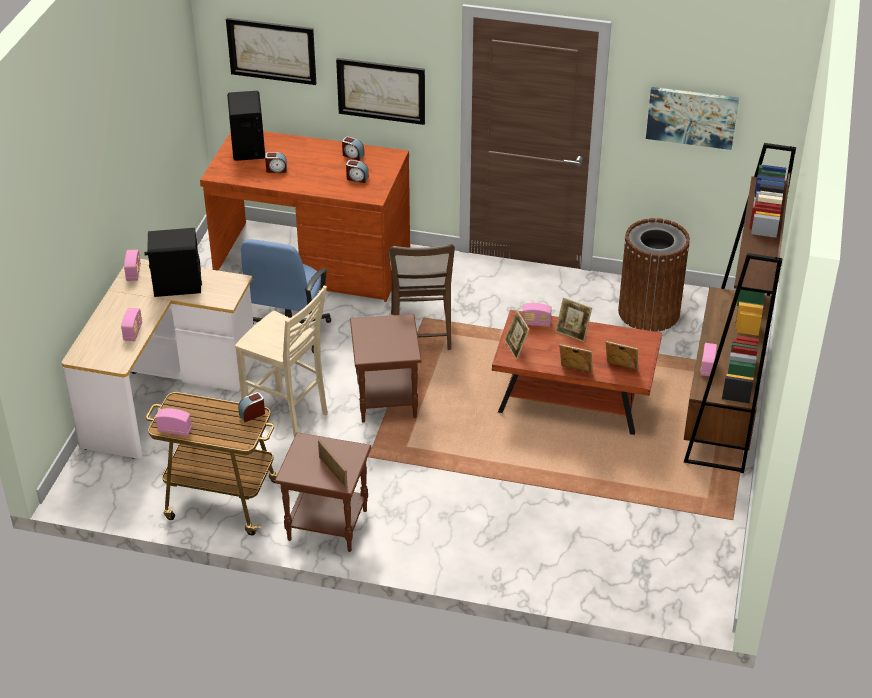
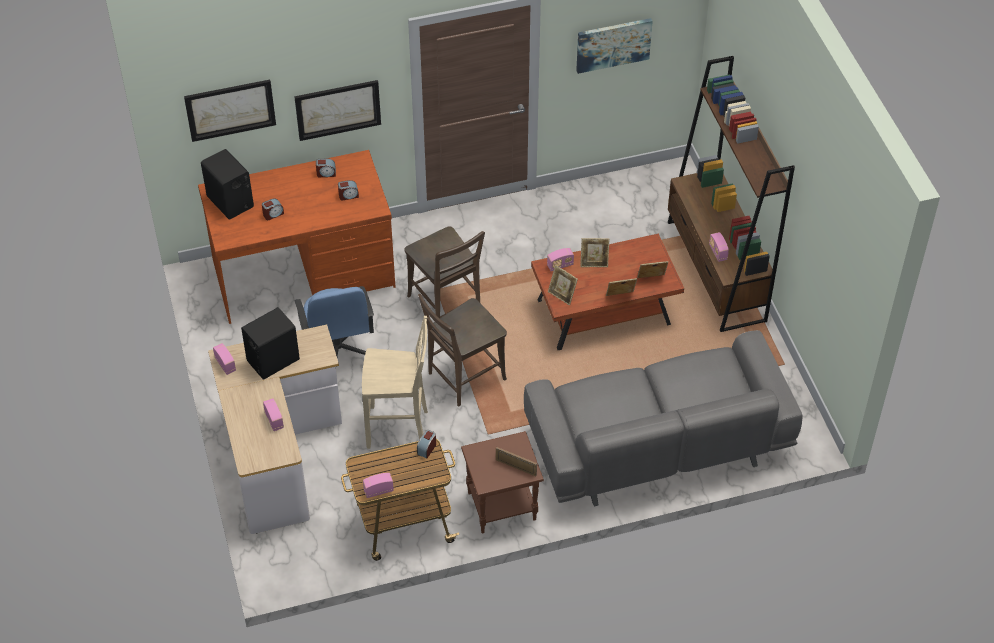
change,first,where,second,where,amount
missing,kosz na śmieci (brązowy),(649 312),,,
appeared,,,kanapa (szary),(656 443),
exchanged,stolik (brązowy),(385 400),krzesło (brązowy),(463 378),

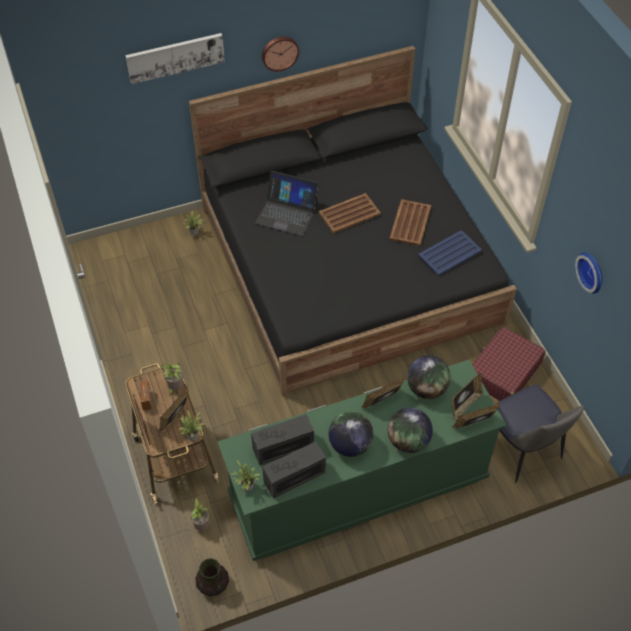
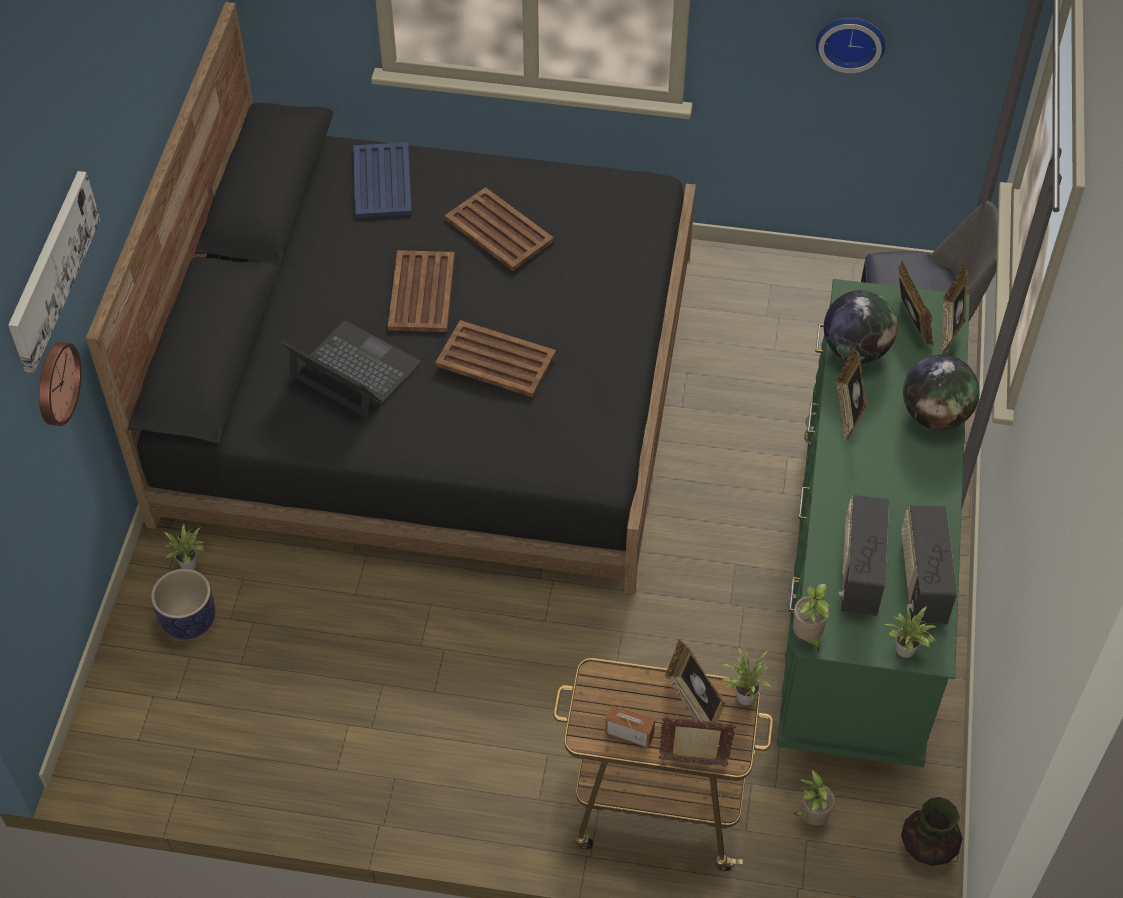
change,first,where,second,where,amount
missing,globus,(350 445),,,
missing,walizka (czerwony),(503 372),,,
appeared,,,donica,(188 621),
appeared,,,taca (brązowy),(496 360),
relocated,roślina doniczkowa,(175 388),,(807 637),
relocated,zegar ścienny,(279 52),,(55 383),
relocated,taca (niebieski),(450 253),,(382 180),
spun,laptop,(287 213),,(354 370),105 degrees counterclockwise

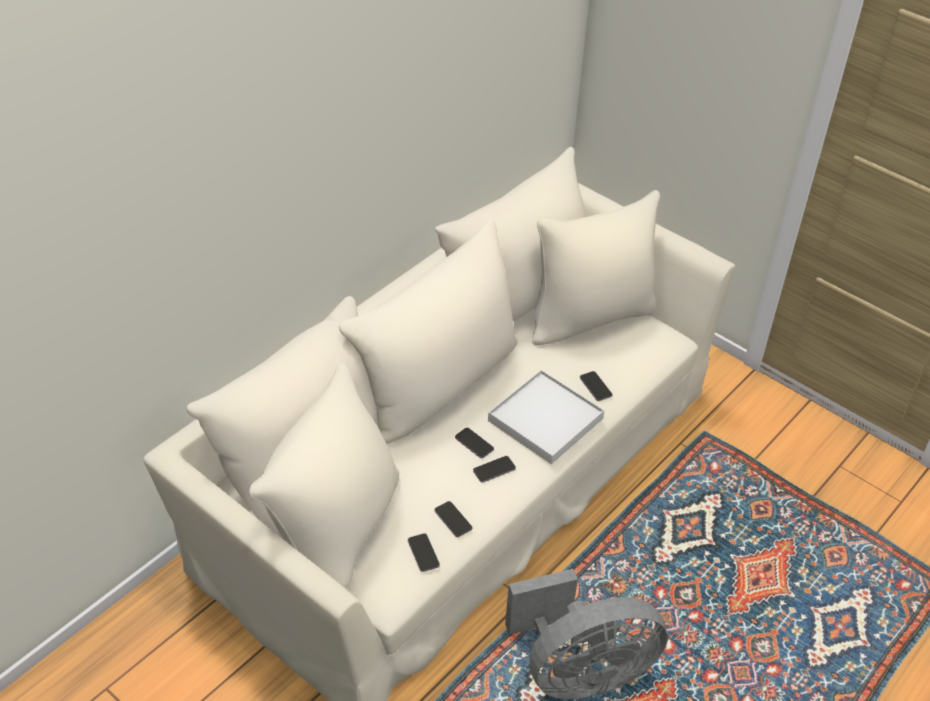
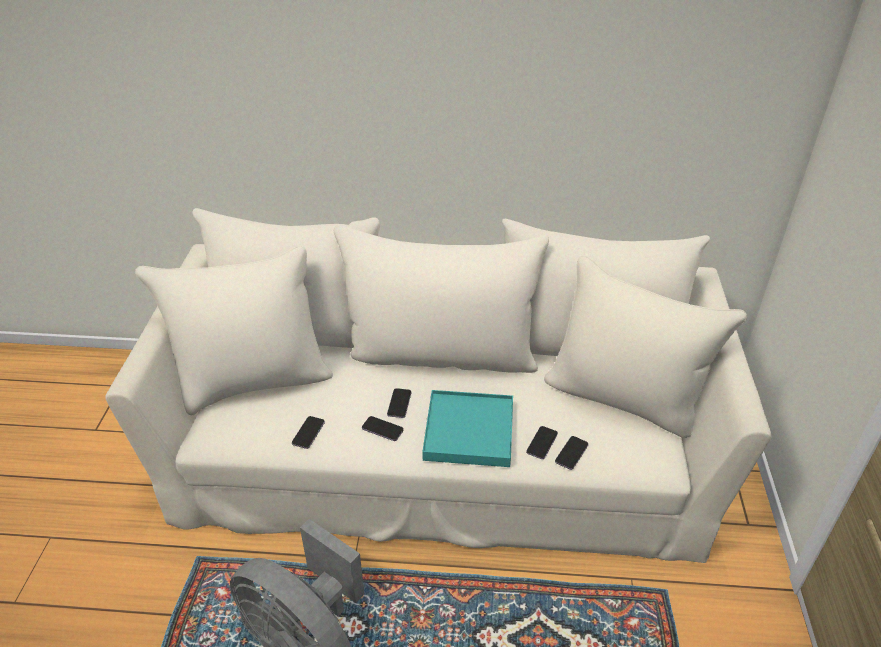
change,first,where,second,where,amount
relocated,telefon,(423 553),,(571 453),
colour,taca (biały),(546 419),taca (turkusowy),(469 431),

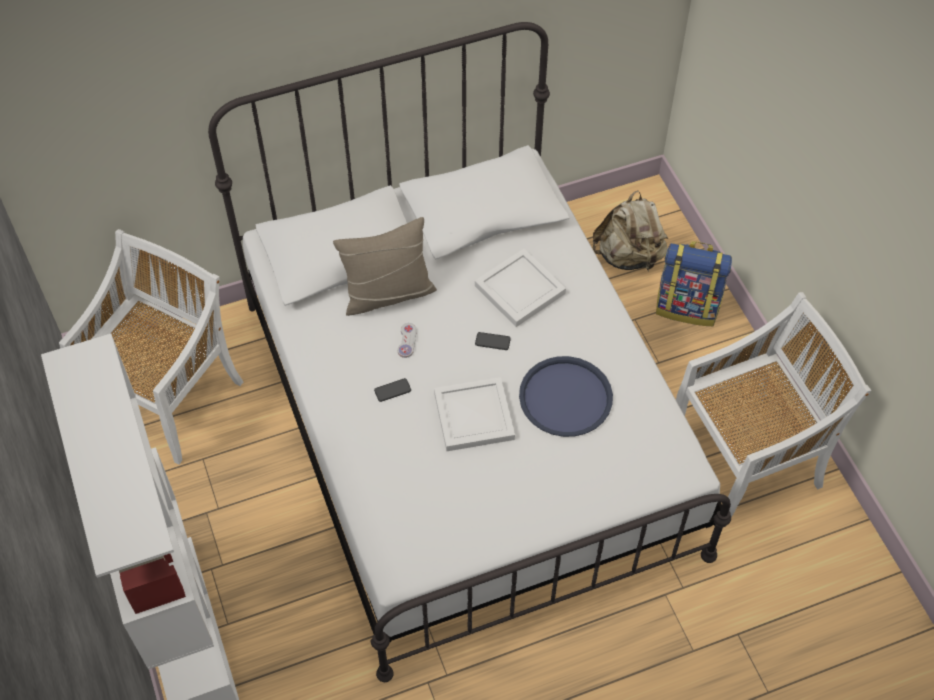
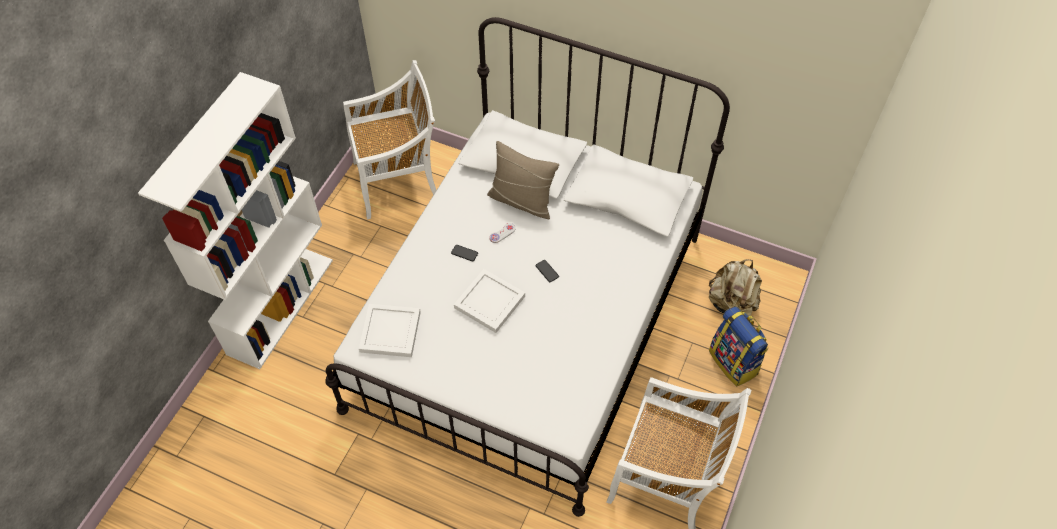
change,first,where,second,where,amount
missing,taca (niebieski),(565 397),,,
relocated,taca (biały),(519 291),,(389 332),

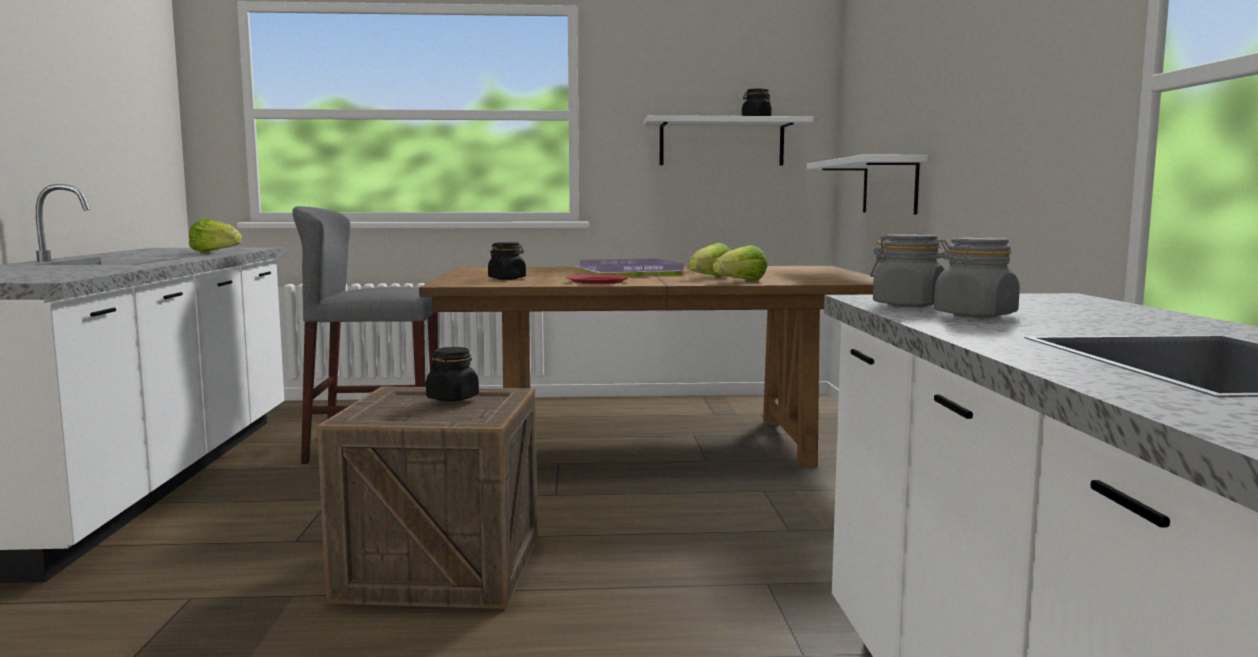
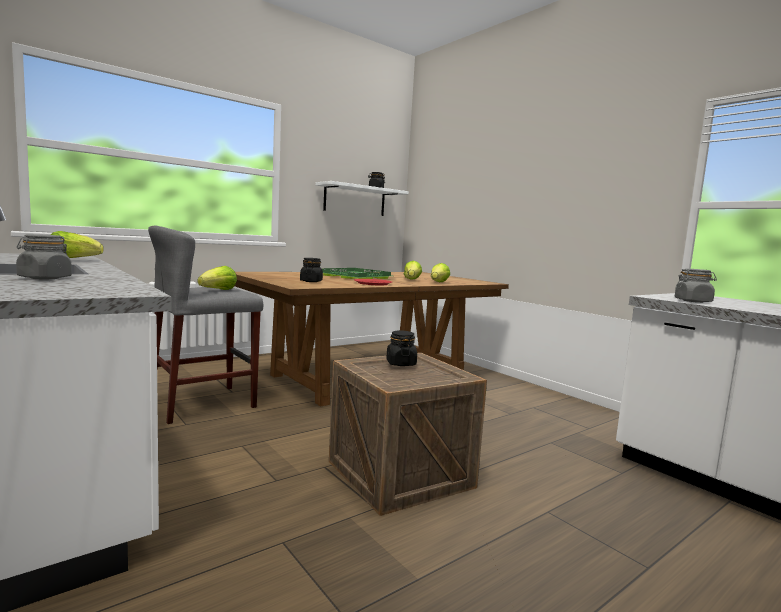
change,first,where,second,where,amount
missing,półka (biały),(889 186),,,
appeared,,,sałata,(218 290),
relocated,słoik (szary),(975 315),,(45 278),
colour,taca (fioletowy),(632 273),taca (zielony),(357 276),

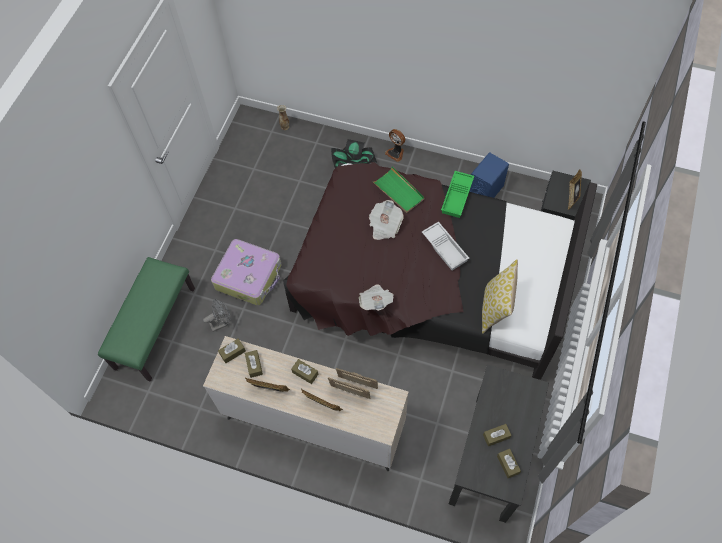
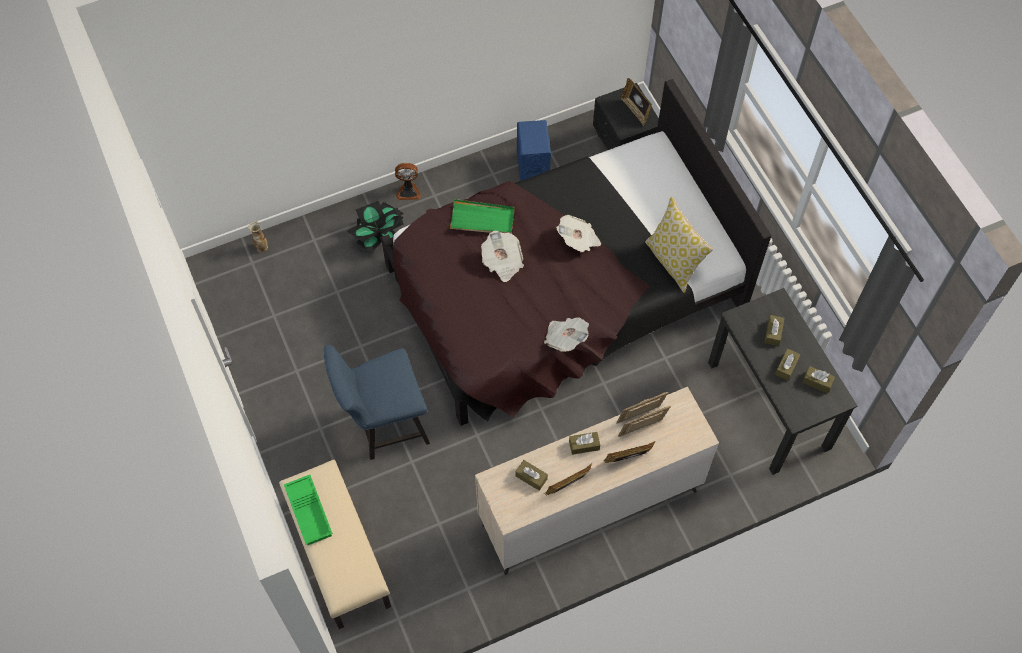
change,first,where,second,where,amount
missing,wentylator (szary),(222 323),,,
relocated,pudełko chusteczek (brązowy),(232 352),,(773 333),
relocated,taca (zielony),(457 197),,(310 512),
exchanged,walizka,(249 276),krzesło (niebieski),(384 425),
exchanged,taca (biały),(445 248),gazeta,(578 240),
colour,ławka (zielony),(155 327),ławka (beżowy),(338 554),

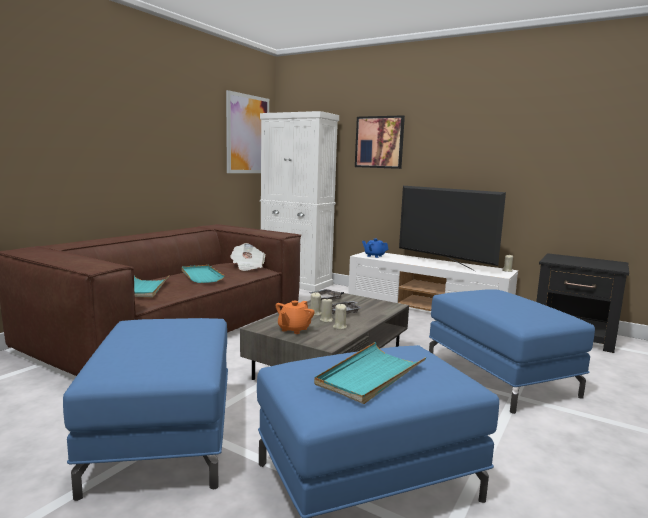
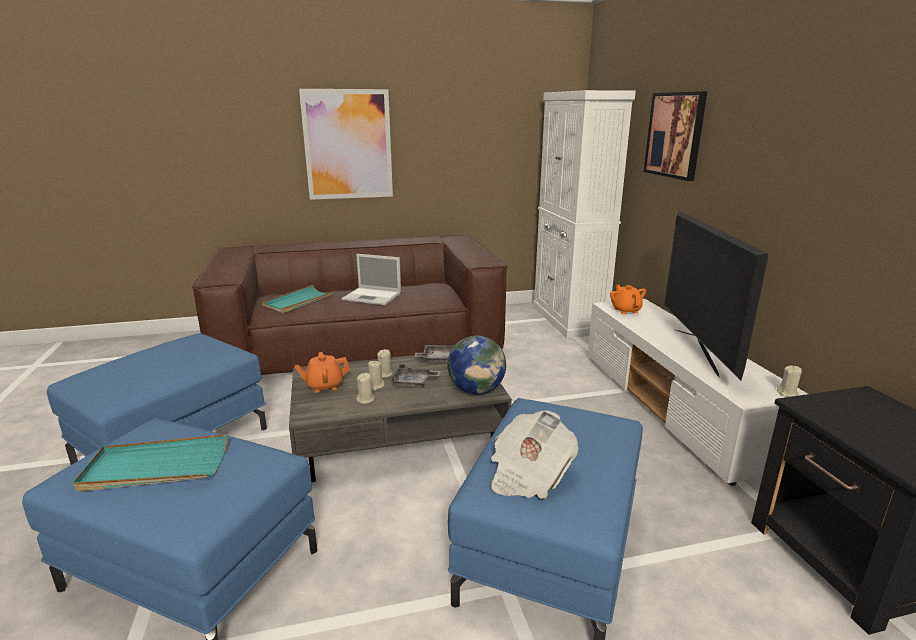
change,first,where,second,where,amount
appeared,,,globus,(476 390),
relocated,obraz,(247 134),,(348 145),
relocated,gazeta,(248 267),,(528 474),
exchanged,taca (turkusowy),(201 276),laptop,(373 297),
colour,imbryk (niebieski),(374 256),imbryk (pomarańczowy),(626 310),

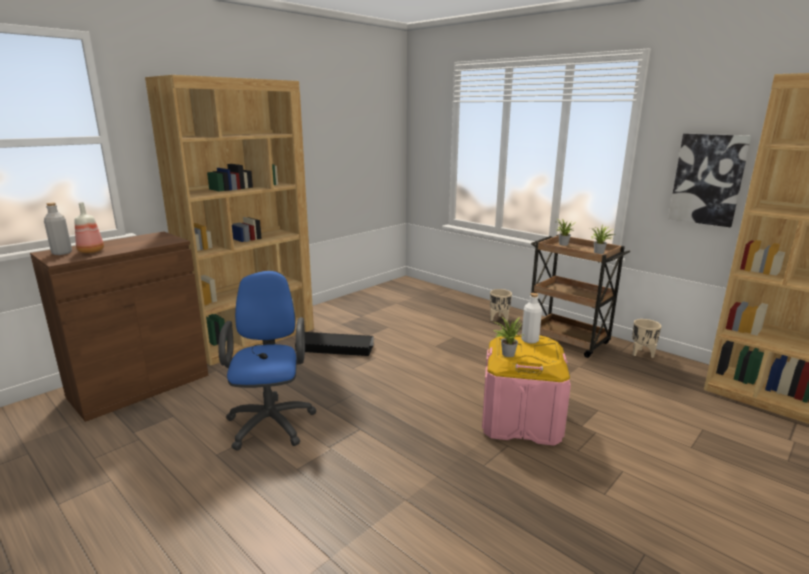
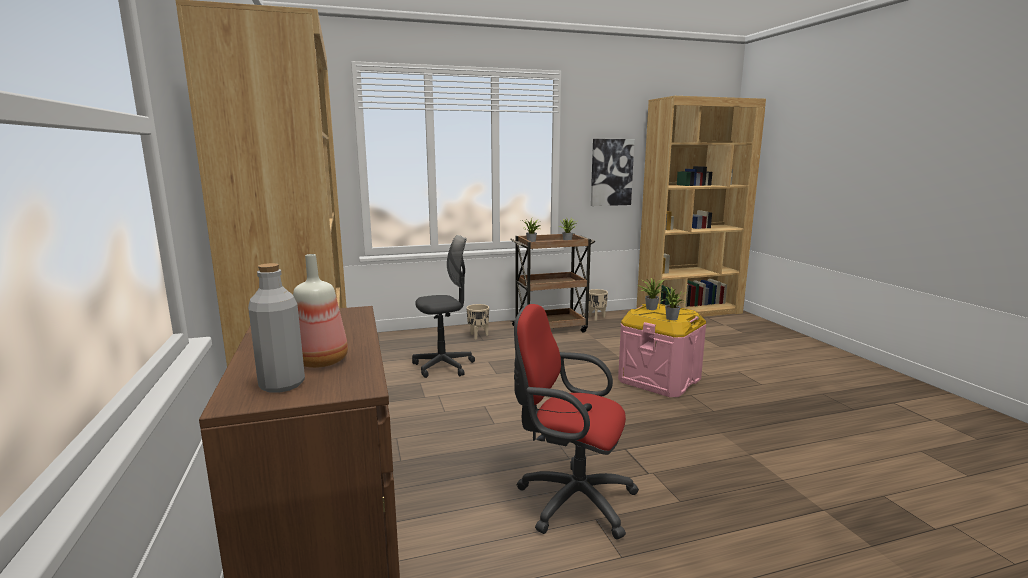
change,first,where,second,where,amount
missing,pojemnik do przechowywania (czarny),(334 348),,,
appeared,,,krzesło biurowe (szary),(443 366),
exchanged,butelka (biały),(530 340),roślina doniczkowa,(650 308),
colour,krzesło biurowe (niebieski),(271 421),krzesło biurowe (czerwony),(570 500),

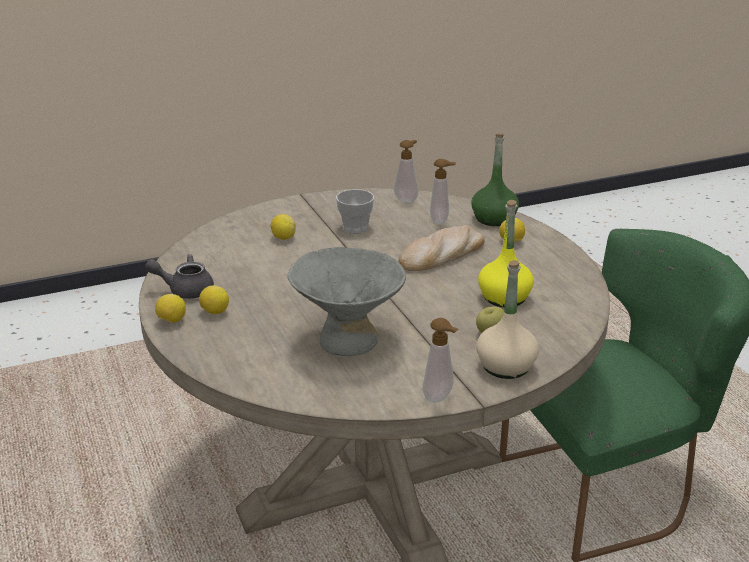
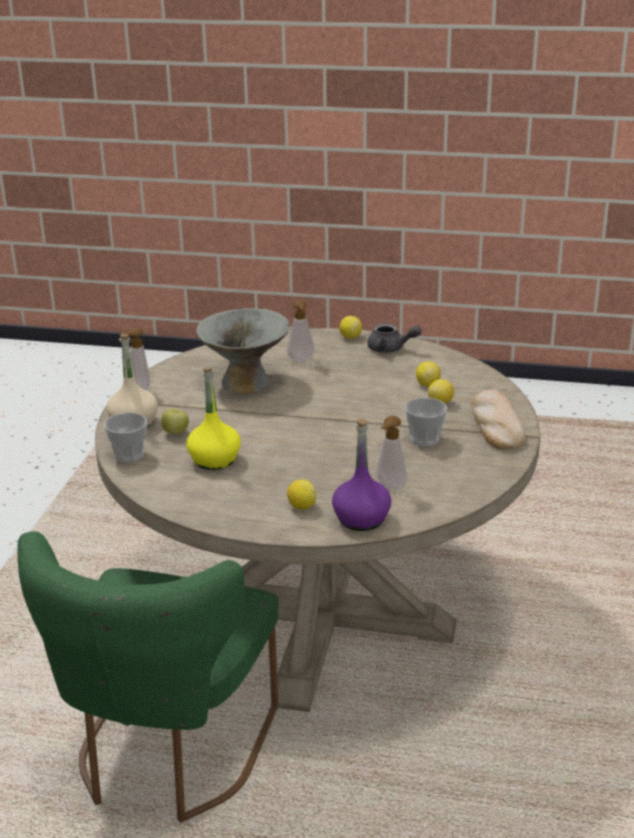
change,first,where,second,where,amount
appeared,,,filiżanka,(129 455),
relocated,cytryna,(214 312),,(427 384),
relocated,dozownik mydła,(407 200),,(301 361),
relocated,chleb,(441 254),,(495 424),
colour,butelka (zielony),(493 219),butelka (fioletowy),(362 519),
spun,imbryk (szary),(185 290),,(390 349),75 degrees clockwise

